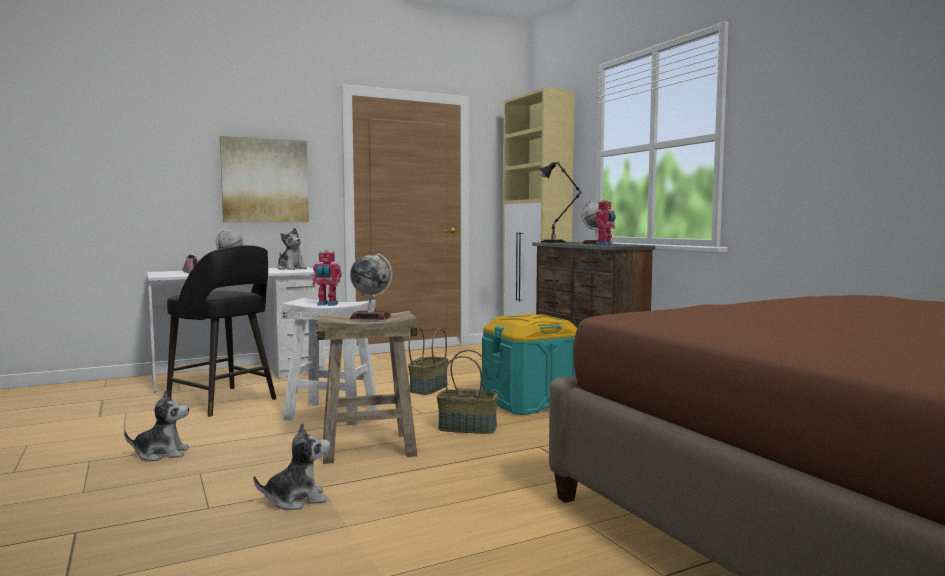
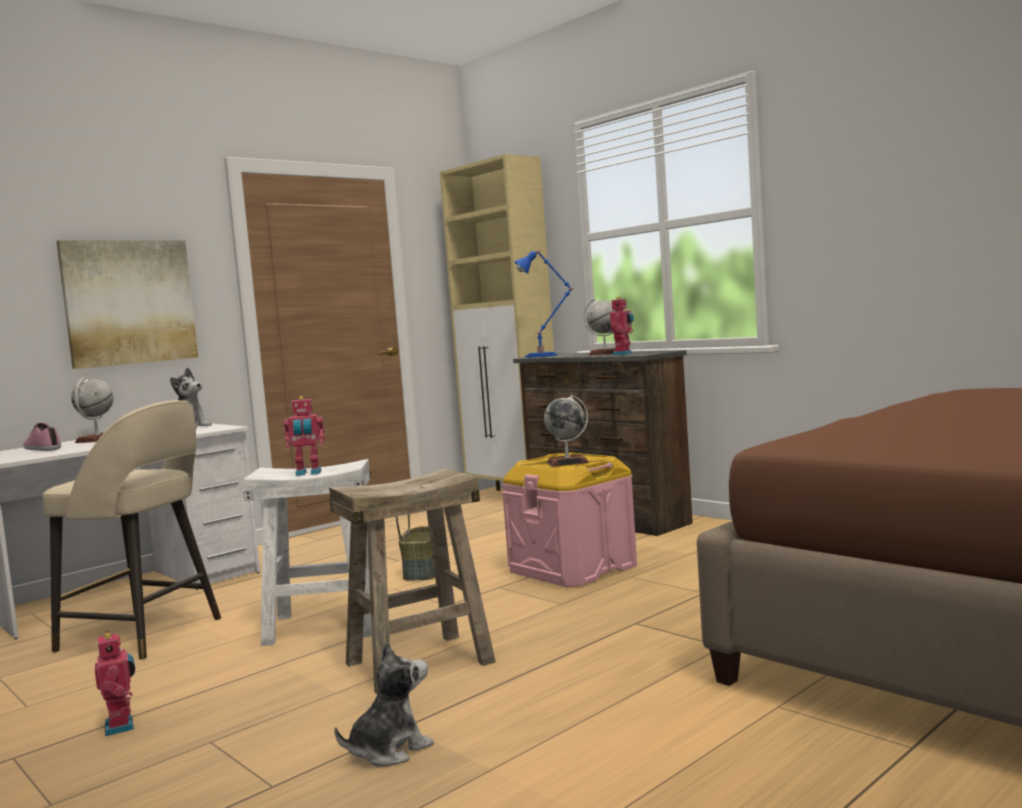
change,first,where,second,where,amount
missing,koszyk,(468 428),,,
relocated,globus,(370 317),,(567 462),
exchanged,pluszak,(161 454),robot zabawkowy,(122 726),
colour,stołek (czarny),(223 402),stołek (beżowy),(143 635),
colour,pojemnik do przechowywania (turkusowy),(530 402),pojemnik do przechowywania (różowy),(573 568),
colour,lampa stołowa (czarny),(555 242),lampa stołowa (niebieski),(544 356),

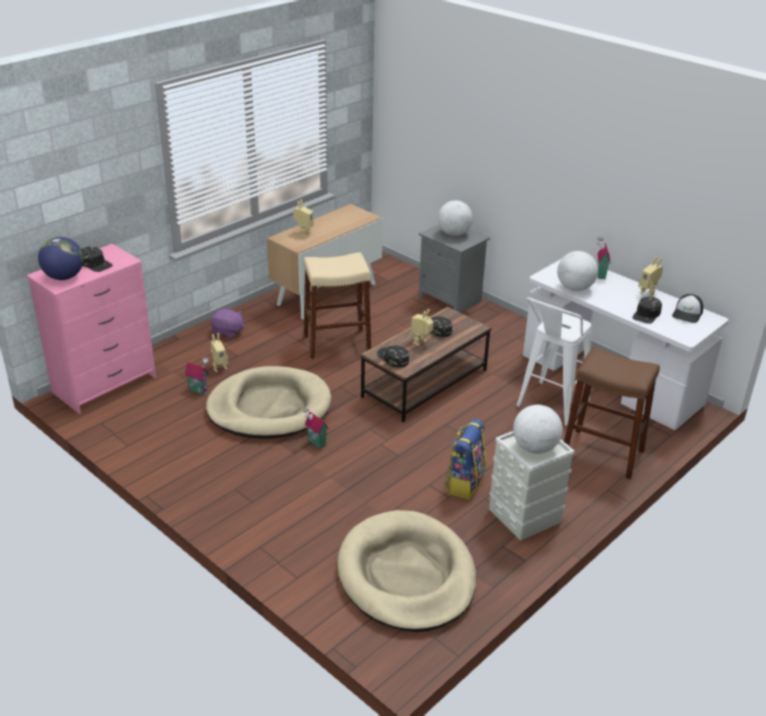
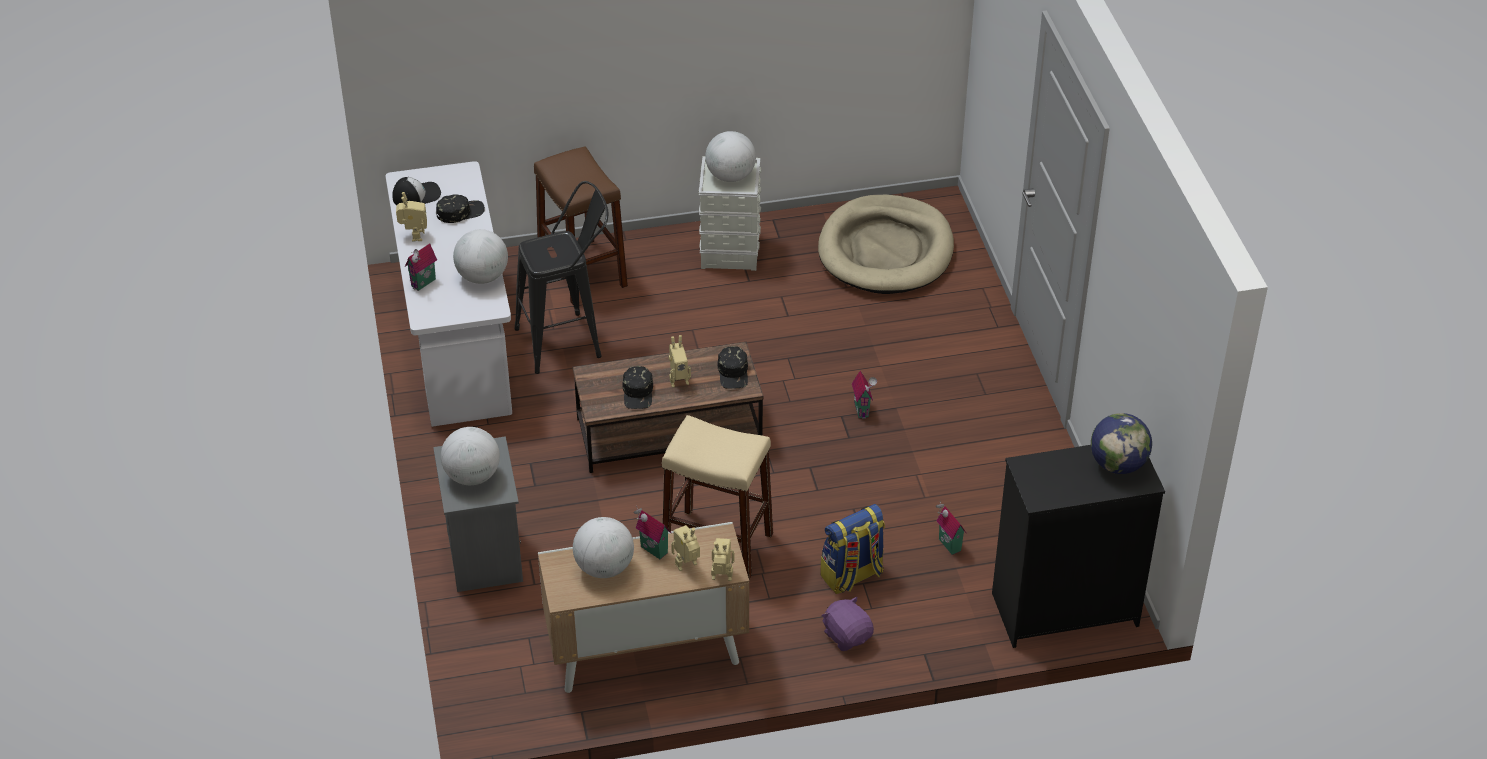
change,first,where,second,where,amount
missing,czapka z daszkiem (czarny),(96 263),,,
missing,legowisko (beżowy),(269 408),,,
appeared,,,globus,(604 568),
appeared,,,domek,(652 550),
relocated,robot zabawkowy,(219 367),,(721 579),
relocated,plecak,(464 483),,(852 576),
colour,komoda (różowy),(105 384),komoda (czarny),(1064 609),
colour,stołek (biały),(549 407),stołek (czarny),(568 341),

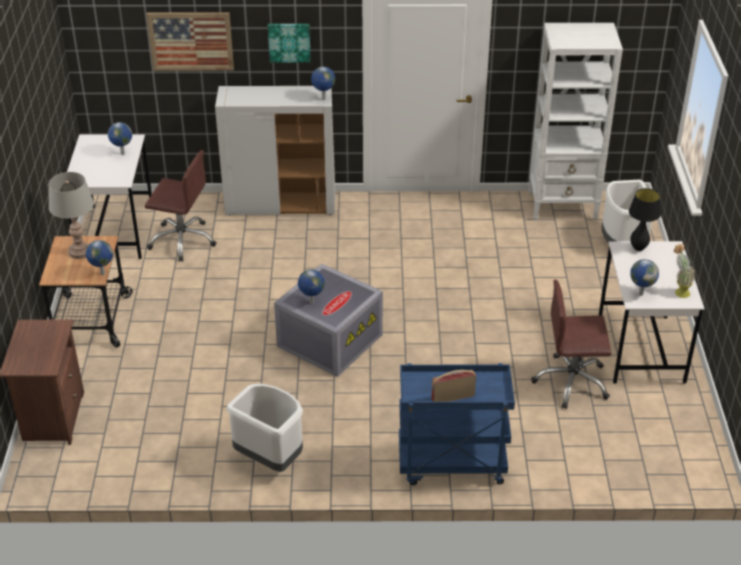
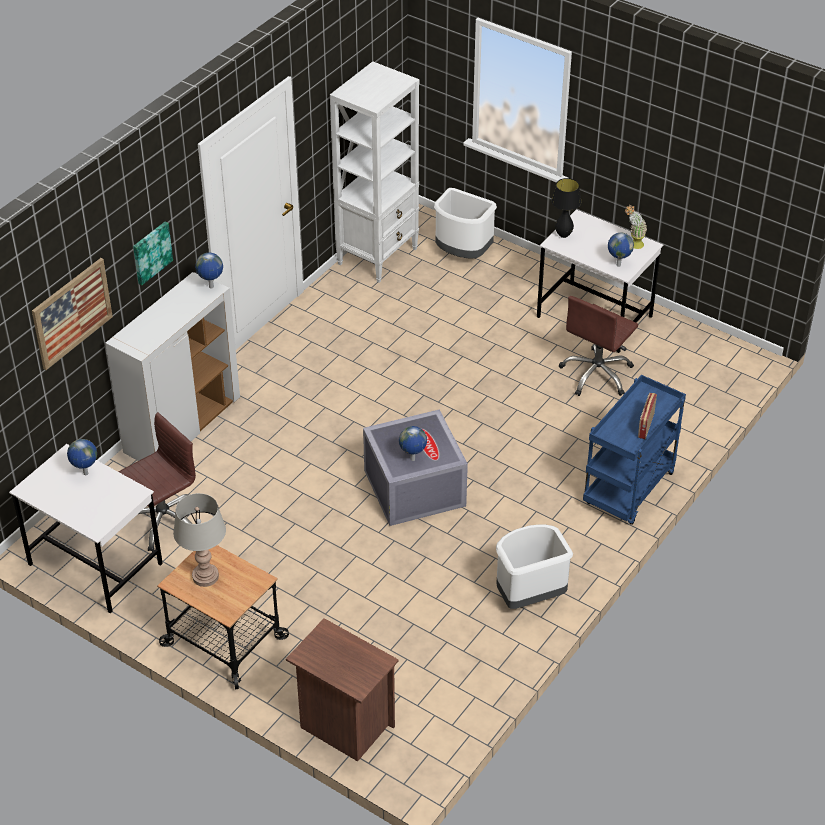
change,first,where,second,where,amount
missing,globus,(102 274),,,

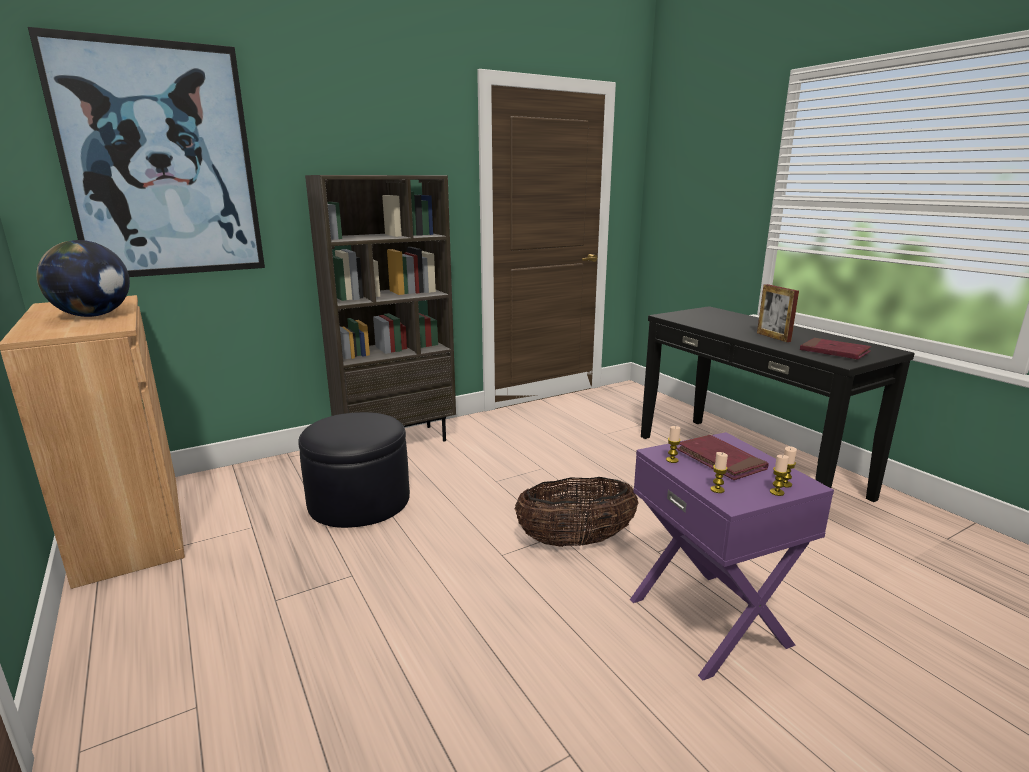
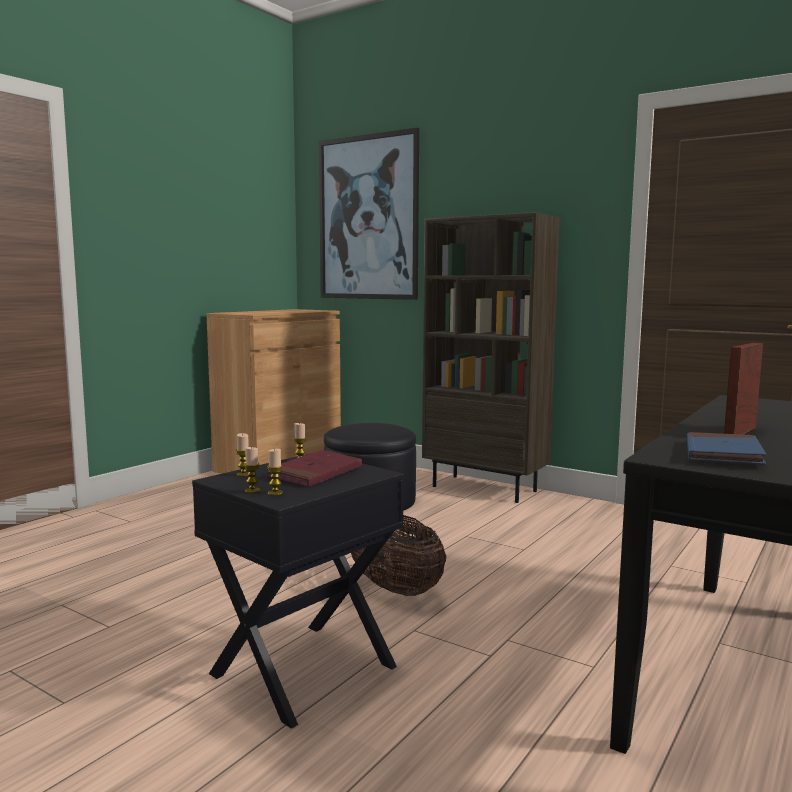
change,first,where,second,where,amount
missing,globus,(93 315),,,
colour,stolik (fioletowy),(710 620),stolik (czarny),(305 671),
colour,książka (czerwony),(834 352),książka (niebieski),(722 454),

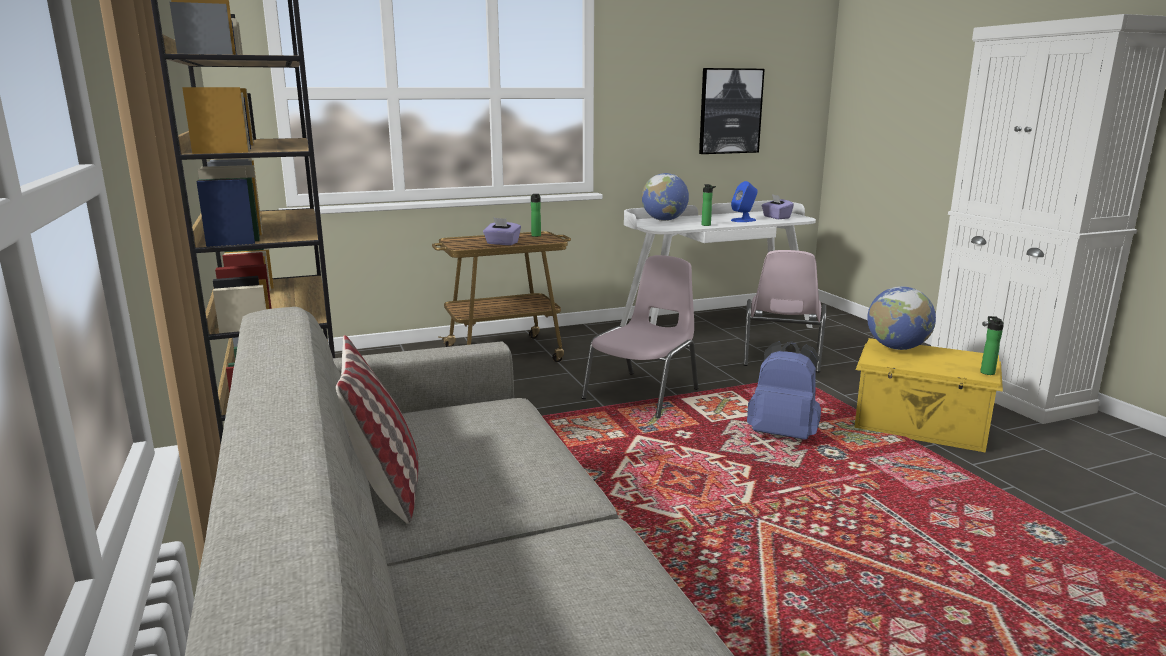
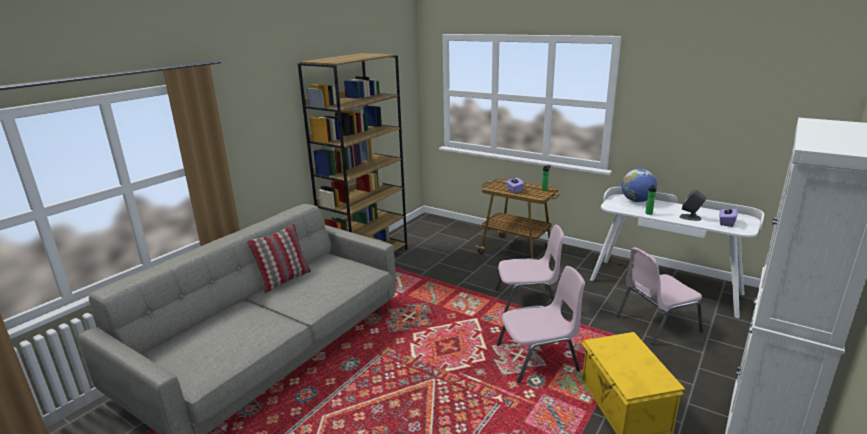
change,first,where,second,where,amount
missing,obraz,(730 111),,,
missing,globus,(897 348),,,
missing,butelka,(986 372),,,
exchanged,plecak (niebieski),(783 434),krzesło (różowy),(538 358),
colour,głośnik (niebieski),(743 220),głośnik (szary),(690 217),

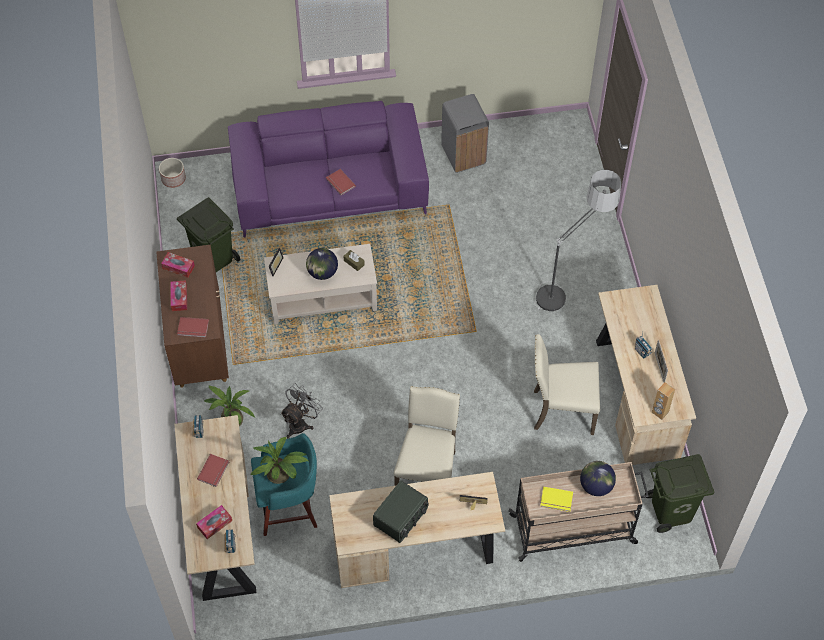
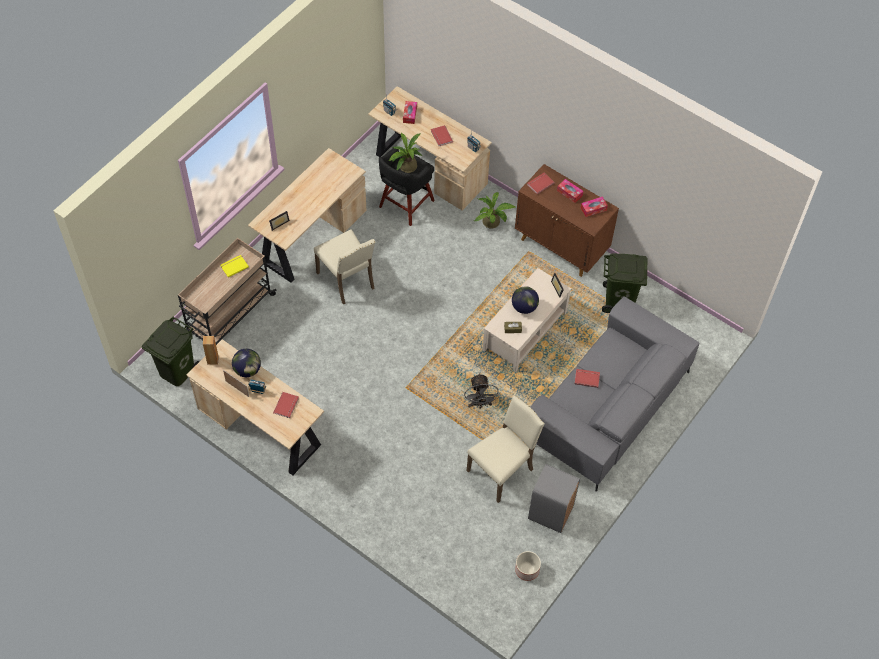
change,first,where,second,where,amount
missing,radio,(401 517),,,
missing,lampa stojąca,(568 286),,,
appeared,,,książka (czerwony),(287 405),
relocated,donica,(173 179),,(526 570),
relocated,wentylator (szary),(301 423),,(479 404),
relocated,krzesło (beżowy),(561 410),,(502 470),
relocated,globus,(596 486),,(247 370),
colour,kanapa (fioletowy),(330 190),kanapa (szary),(607 407),
colour,stołek (turkusowy),(289 507),stołek (czarny),(405 205),

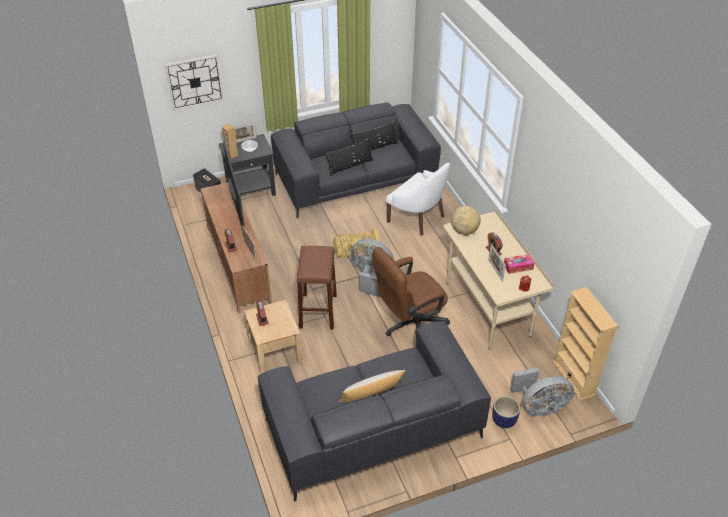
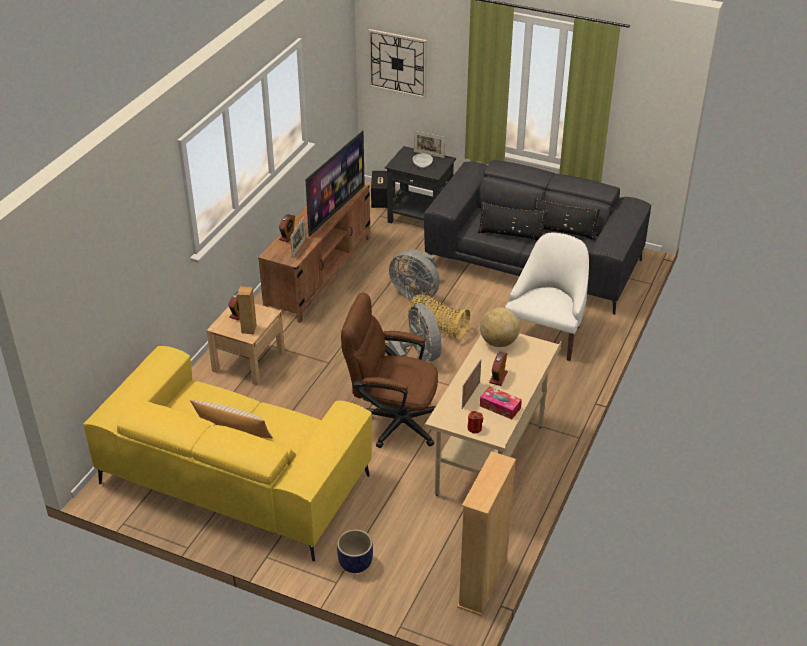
change,first,where,second,where,amount
missing,stołek (brązowy),(318 311),,,
relocated,głośnik (brązowy),(232 155),,(248 329),
relocated,wentylator (szary),(539 407),,(416 293),
colour,kanapa (szary),(372 427),kanapa (żółty),(235 478),
spun,fotel (biały),(418 218),,(546 335),150 degrees counterclockwise

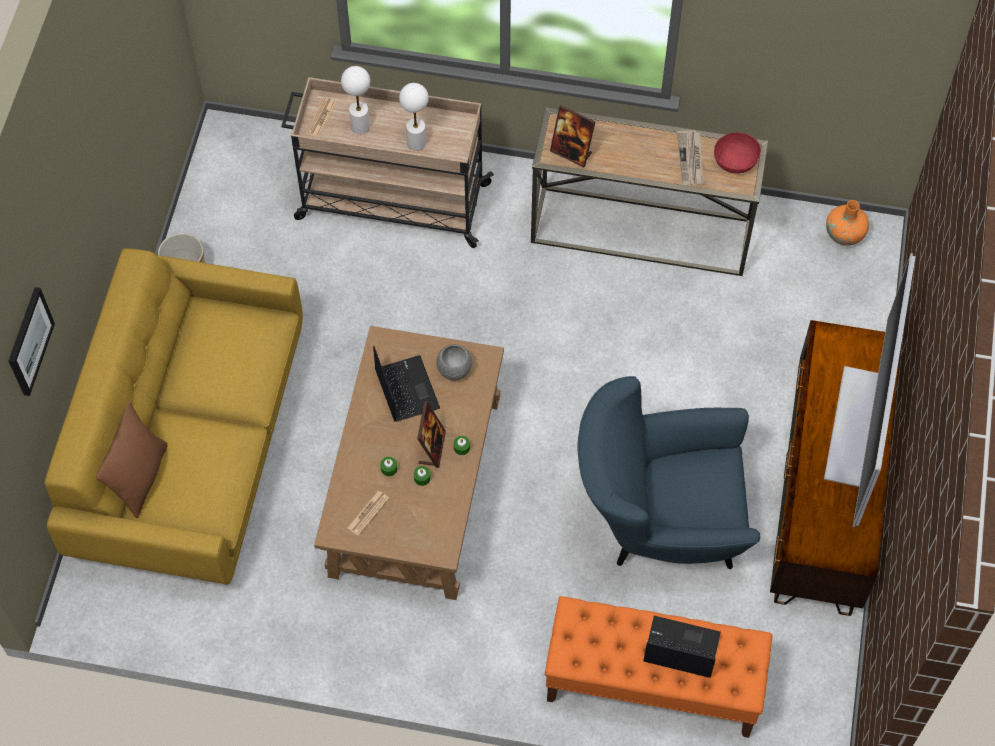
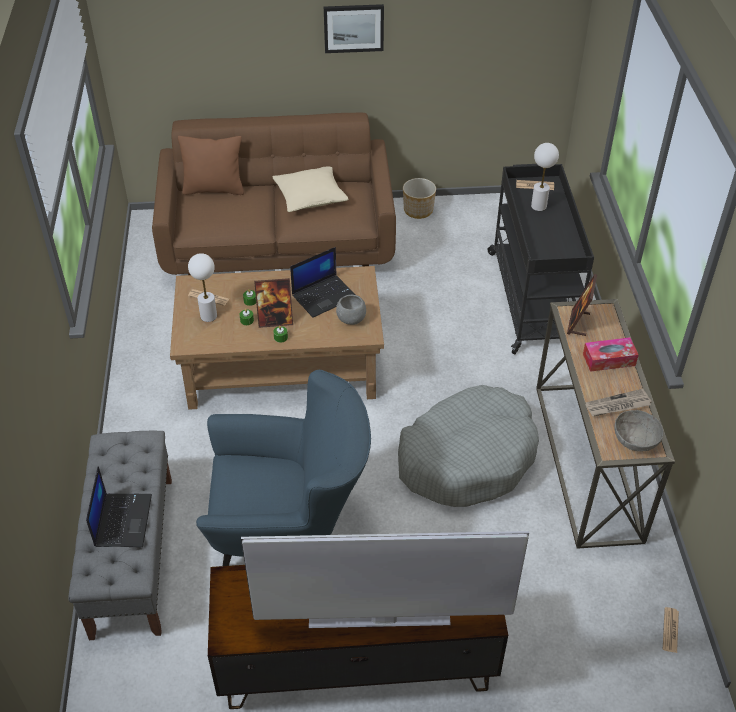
change,first,where,second,where,amount
appeared,,,poduszka (beżowy),(310 197),
appeared,,,legowisko (szary),(467 457),
appeared,,,pudełko chusteczek,(609 359),
relocated,obraz,(29 341),,(353 28),
relocated,lampa stołowa (biały),(416 143),,(208 316),
exchanged,wazon (pomarańczowy),(844 234),gazeta,(670 630),
colour,kanapa (żółty),(192 447),kanapa (brązowy),(279 244),
colour,wózek (beżowy),(390 201),wózek (czarny),(532 298),
colour,ławka (pomarańczowy),(652 684),ławka (szary),(132 554),
colour,miska (czerwony),(735 161),miska (szary),(635 439),
spun,fotel (niebieski),(660 525),,(289 531),105 degrees clockwise

